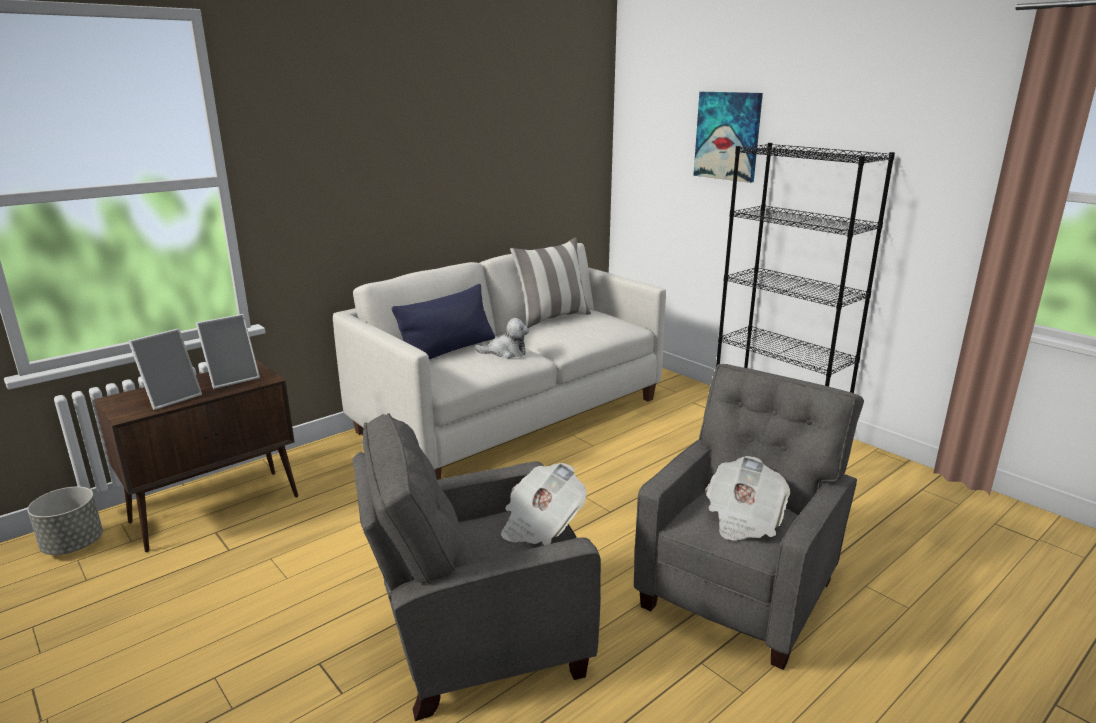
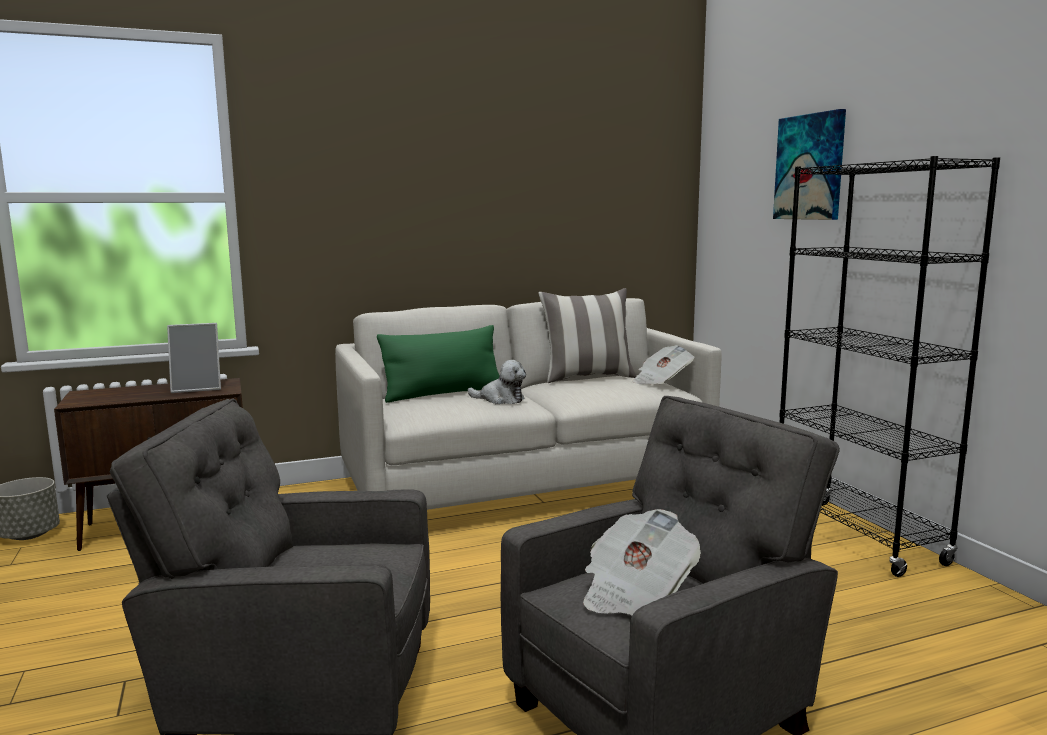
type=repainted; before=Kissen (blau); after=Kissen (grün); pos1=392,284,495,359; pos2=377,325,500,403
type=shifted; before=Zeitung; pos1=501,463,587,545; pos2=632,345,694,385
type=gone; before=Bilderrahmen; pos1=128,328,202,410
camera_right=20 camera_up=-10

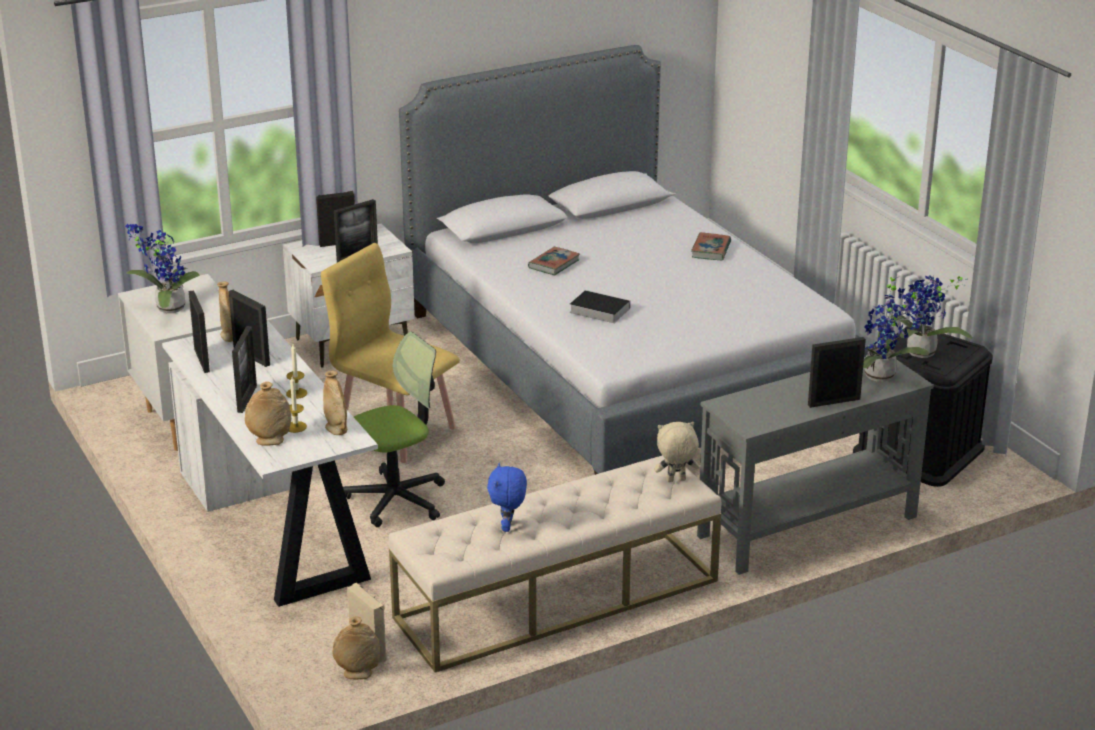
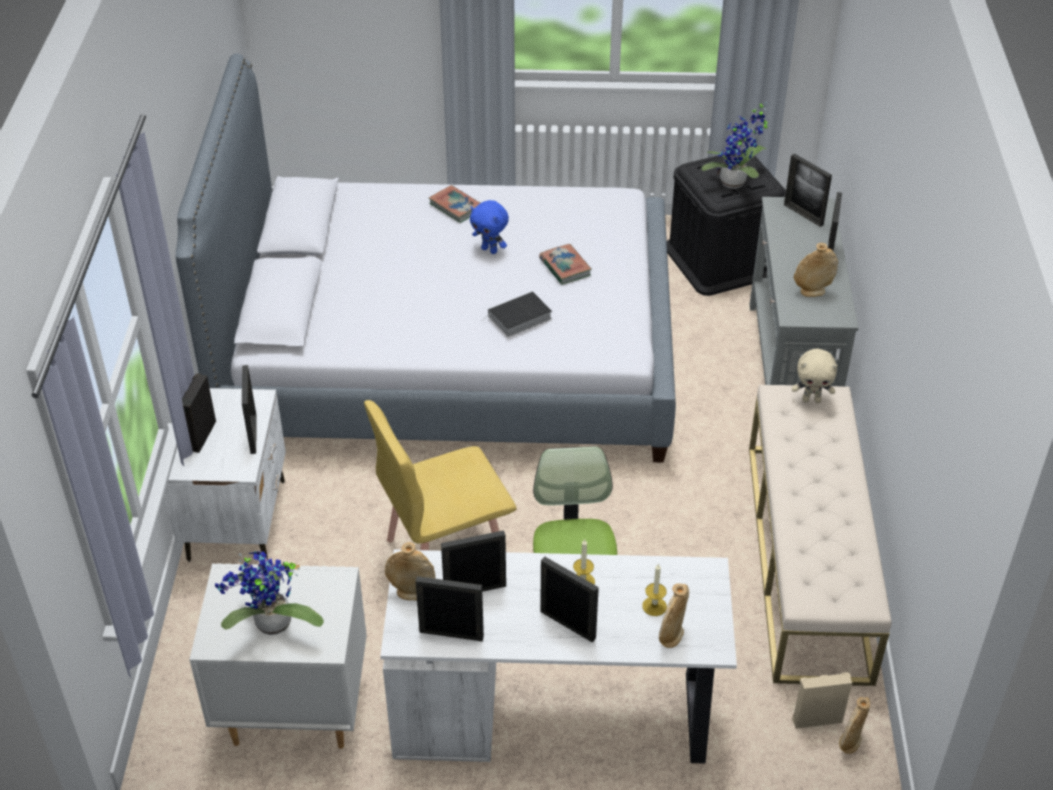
type=shifted; before=Plüschtier (blau); pos1=487,463,527,532; pos2=470,200,509,254
type=shifted; before=Buch; pos1=528,247,580,275; pos2=539,244,592,285
type=swapped; before=Topfpflanze; after=Bilderrahmen; pos1=863,274,929,382; pos2=784,153,832,227
type=rotated; before=Plüschtier (beige); pos1=654,422,699,482; pos2=792,349,838,403; turn=-105
type=shifted; before=Vase (beige); pos1=323,371,348,435; pos2=794,243,838,297
camera_right=-60 camera_up=15

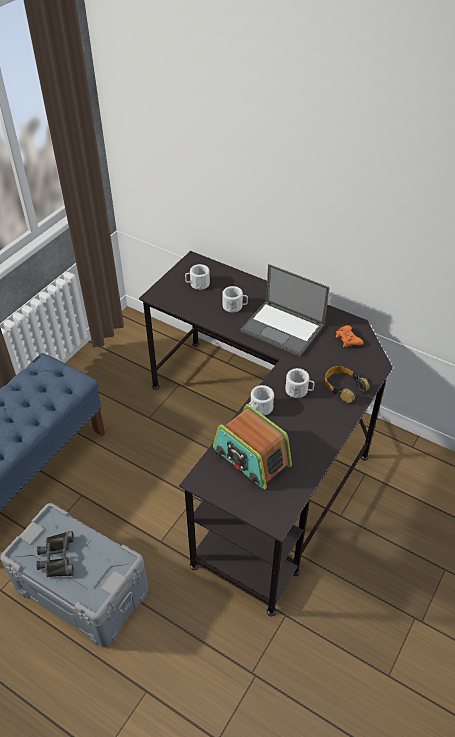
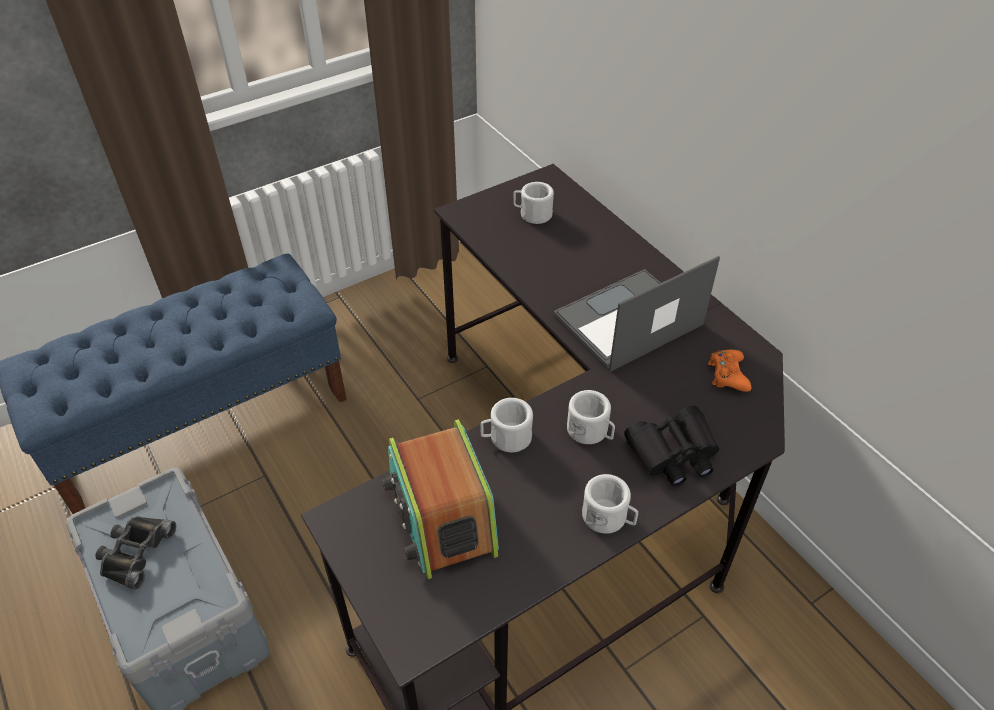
type=rotated; before=Laptop; pos1=240,264,330,357; pos2=553,256,720,372; turn=90
type=shifted; before=Henkelbecher (weiß); pos1=222,286,248,313; pos2=582,474,638,534
type=swapped; before=Kopfhörer; after=Fernglas (schwarz); pos1=325,366,369,403; pos2=624,406,719,486
camera_right=25 camera_up=0

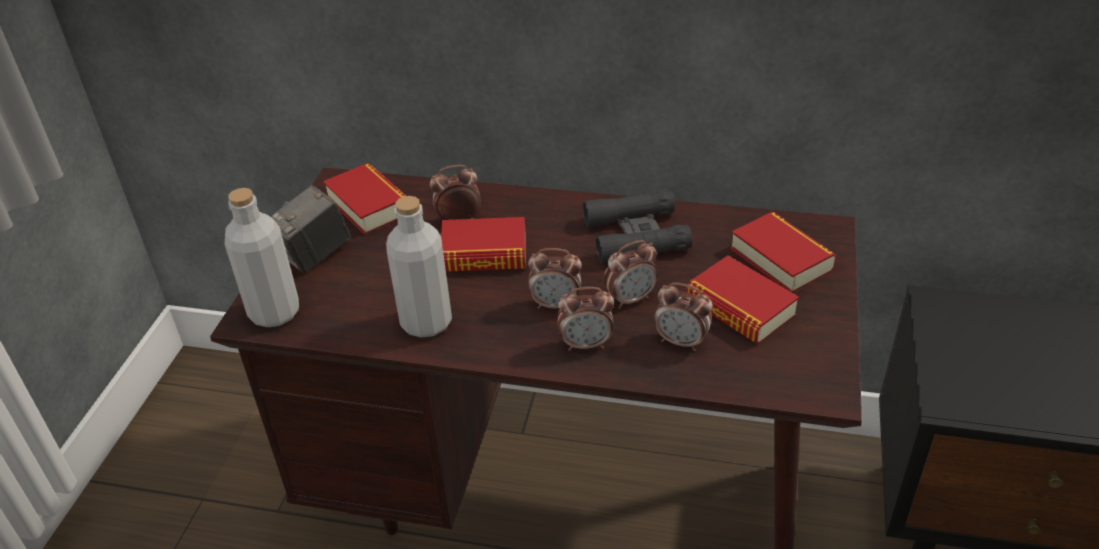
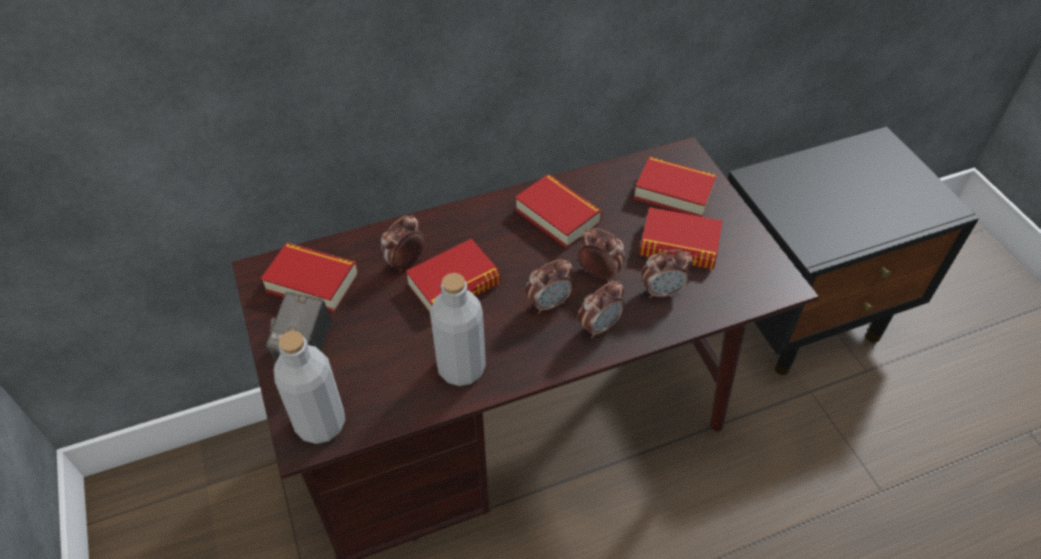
type=swapped; before=Fernglas (schwarz); after=Buch; pos1=583,190,692,264; pos2=515,175,602,248
type=rotated; before=Wecker; pos1=604,240,658,309; pos2=578,228,625,282; turn=-90
camera_right=-35 camera_up=10

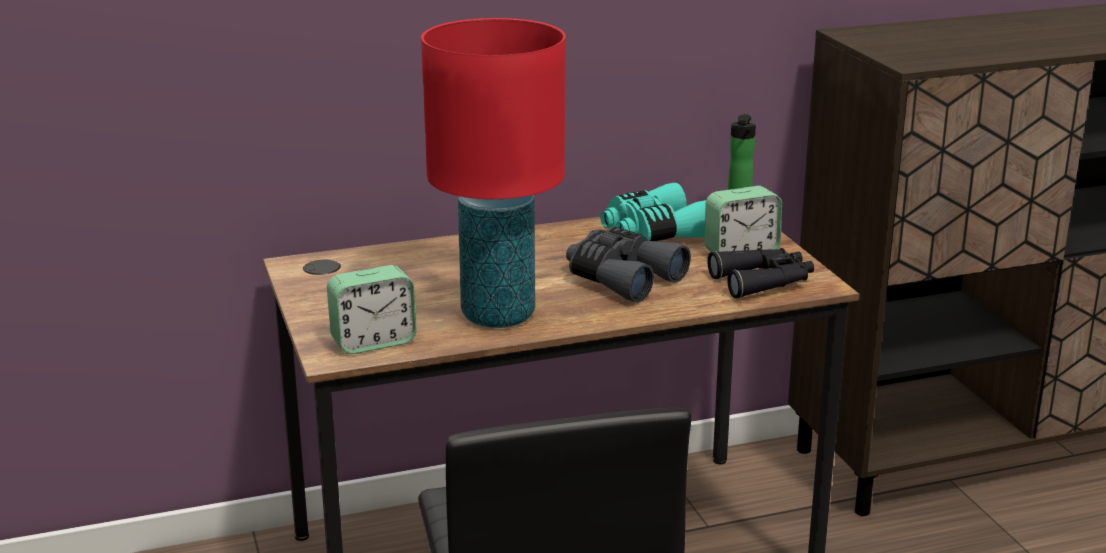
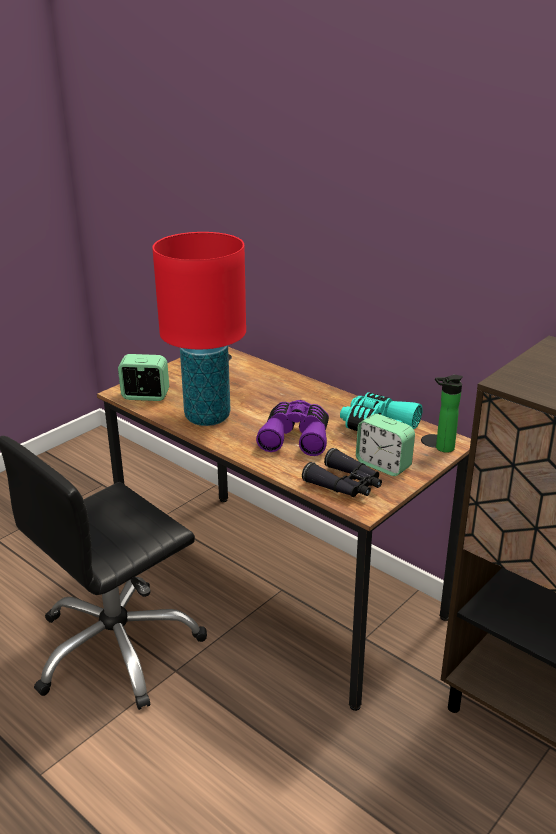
type=rotated; before=Wecker; pos1=327,265,417,354; pos2=118,354,169,401; turn=150
type=repainted; before=Fernglas (grau); after=Fernglas (lila); pos1=566,226,691,303; pos2=256,400,329,456
camera_right=60 camera_up=5

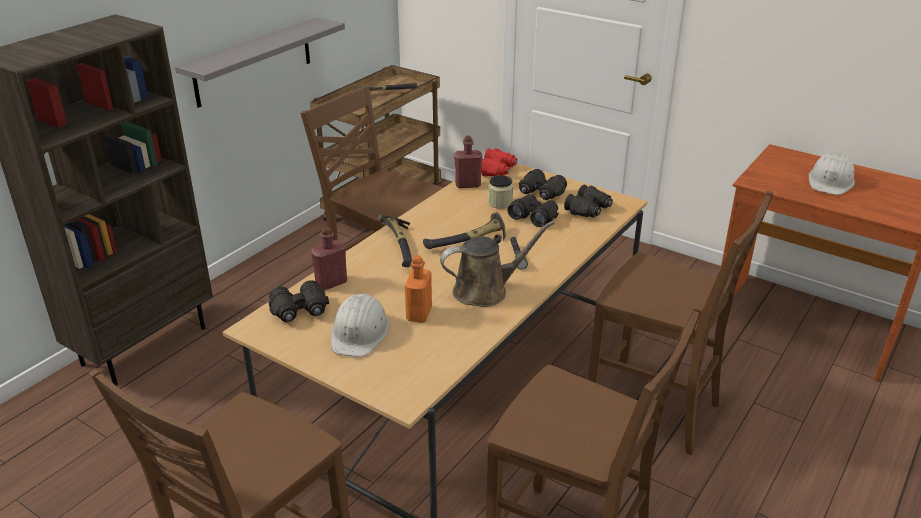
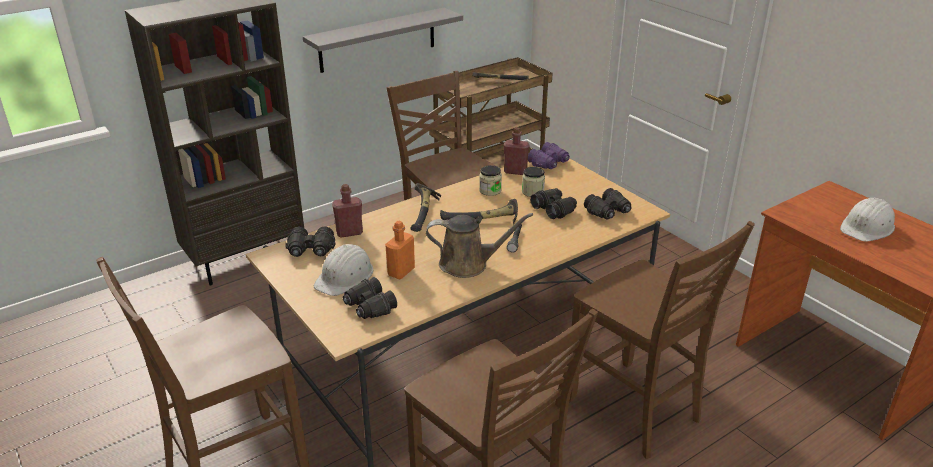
type=shifted; before=Fernglas (schwarz); pos1=519,169,567,200; pos2=342,277,397,319
type=new; after=Vorratsglas; pos2=479,165,502,196
type=repainted; before=Fernglas (rot); after=Fernglas (lila); pos1=481,148,517,177; pos2=528,142,570,169
camera_right=20 camera_up=0

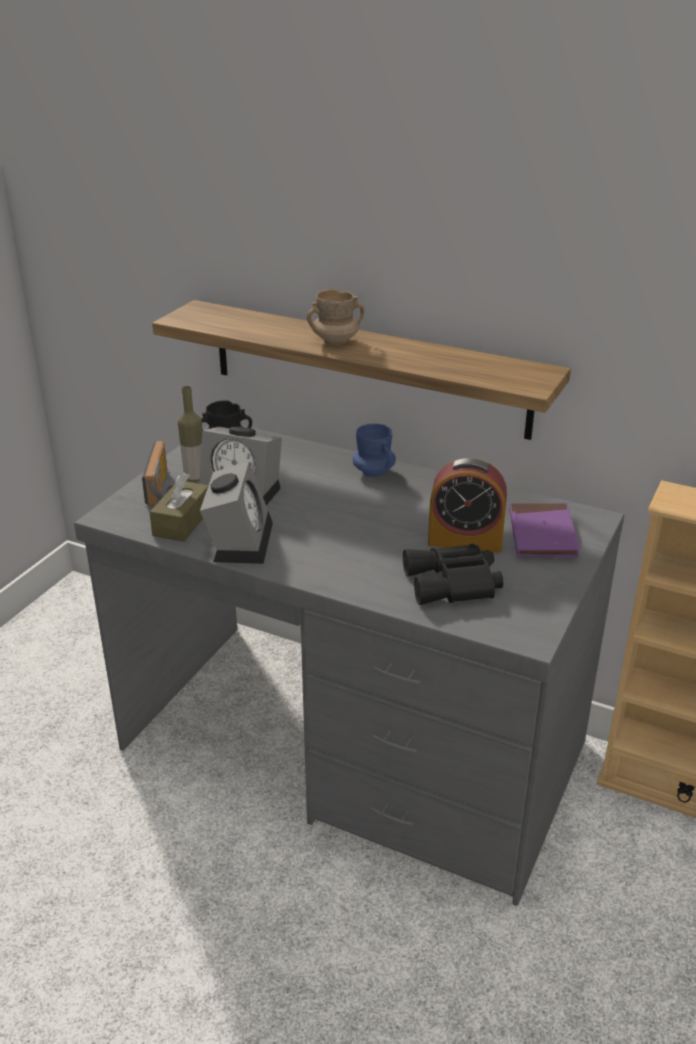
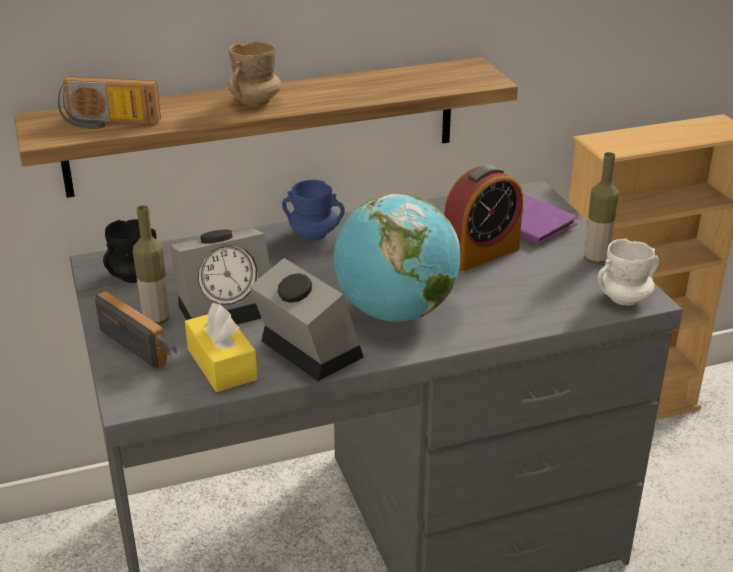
type=new; after=Radio; pos2=58,76,161,129
type=repainted; before=Taschentuchbox (braun); after=Taschentuchbox (gelb); pos1=149,472,209,542; pos2=185,303,258,392
type=new; after=Globus; pos2=334,194,460,322
type=new; after=Flasche; pos2=584,152,619,264
type=new; after=Henkelbecher (weiß); pos2=597,238,659,306
type=gone; before=Fernglas (schwarz); pos1=403,544,503,605
camera_right=-45 camera_up=0

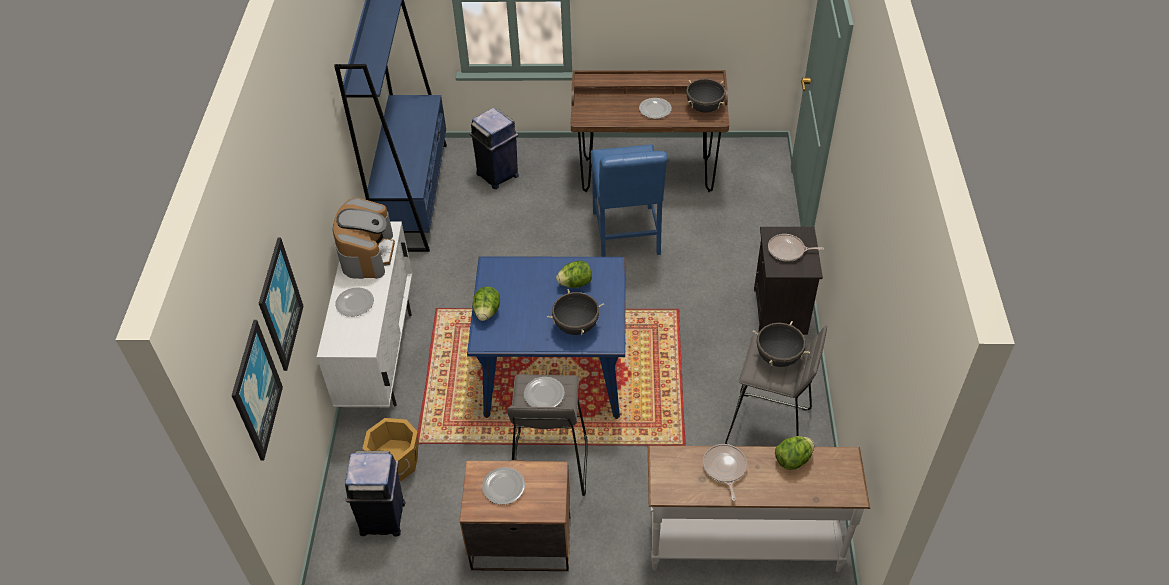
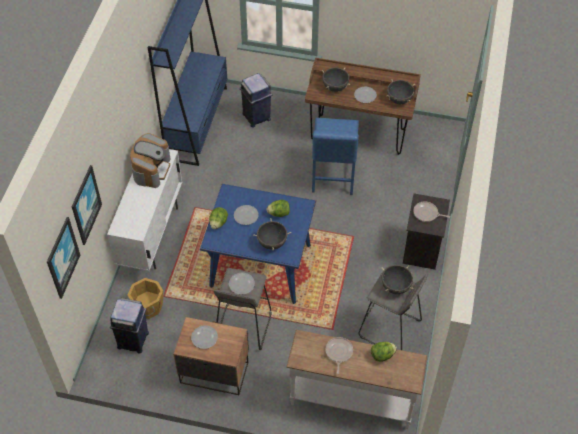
type=shifted; before=Teller; pos1=335,287,374,317; pos2=234,205,259,225
type=new; after=Kochtopf (schwarz); pos2=322,68,350,92
camera_right=10 camera_up=5

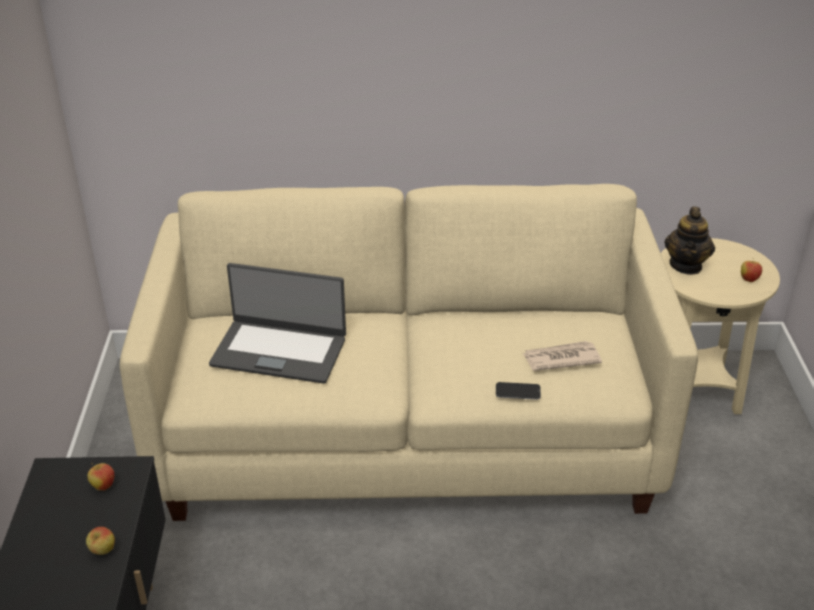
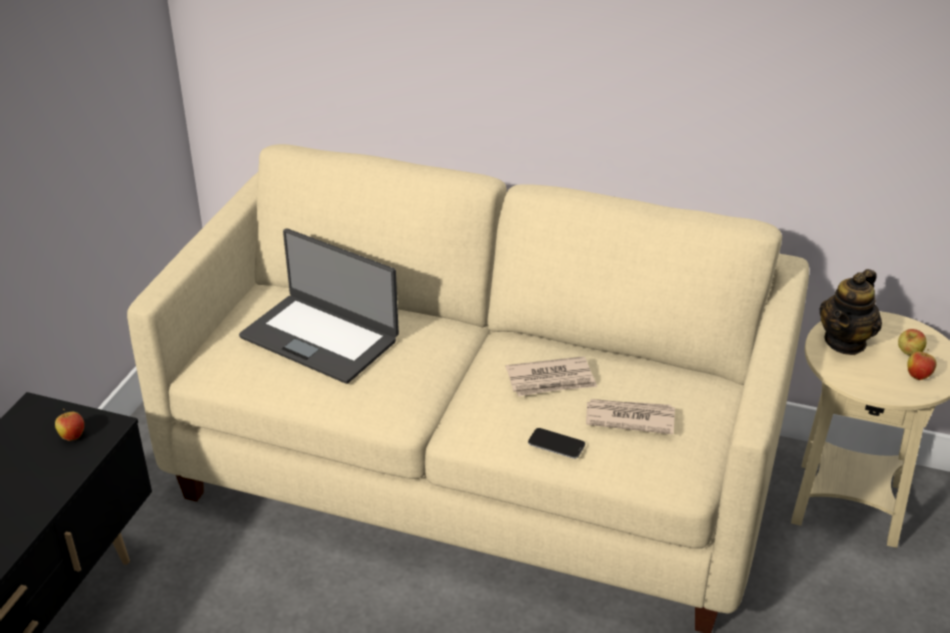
type=new; after=Zeitung; pos2=506,356,597,396
type=shifted; before=Apfel; pos1=86,527,115,555; pos2=898,329,926,356
camera_right=20 camera_up=0

